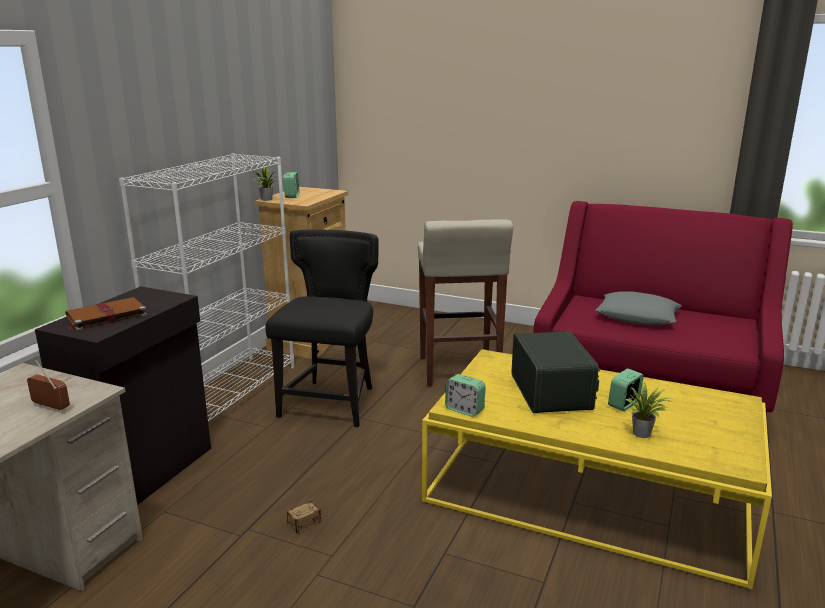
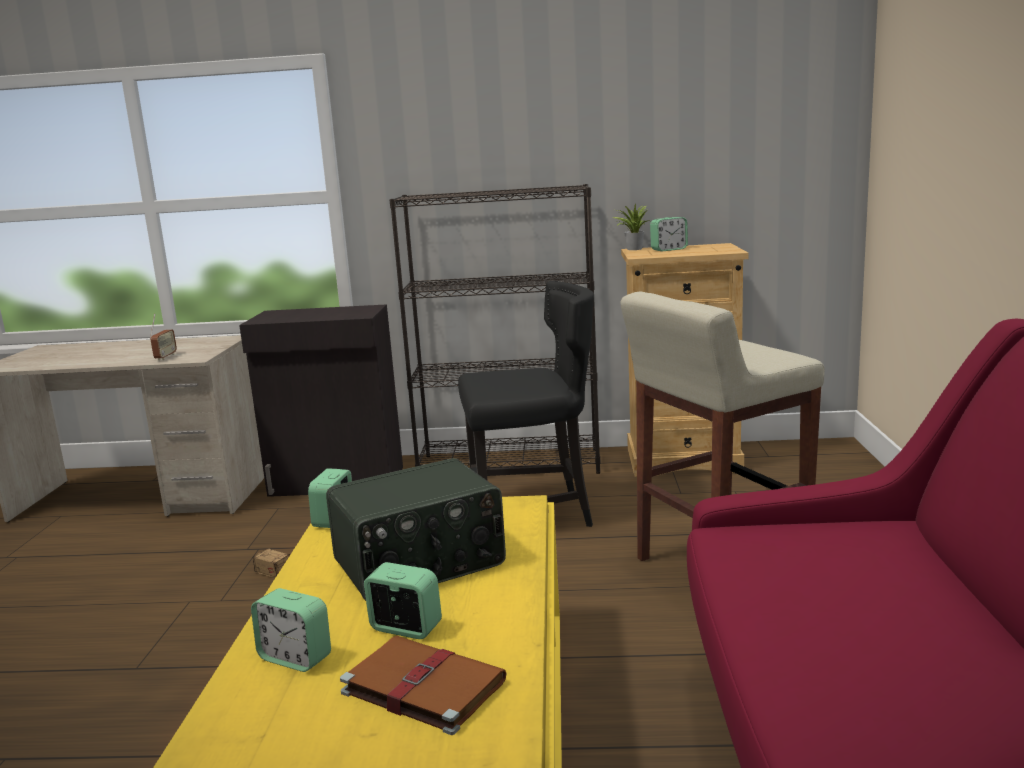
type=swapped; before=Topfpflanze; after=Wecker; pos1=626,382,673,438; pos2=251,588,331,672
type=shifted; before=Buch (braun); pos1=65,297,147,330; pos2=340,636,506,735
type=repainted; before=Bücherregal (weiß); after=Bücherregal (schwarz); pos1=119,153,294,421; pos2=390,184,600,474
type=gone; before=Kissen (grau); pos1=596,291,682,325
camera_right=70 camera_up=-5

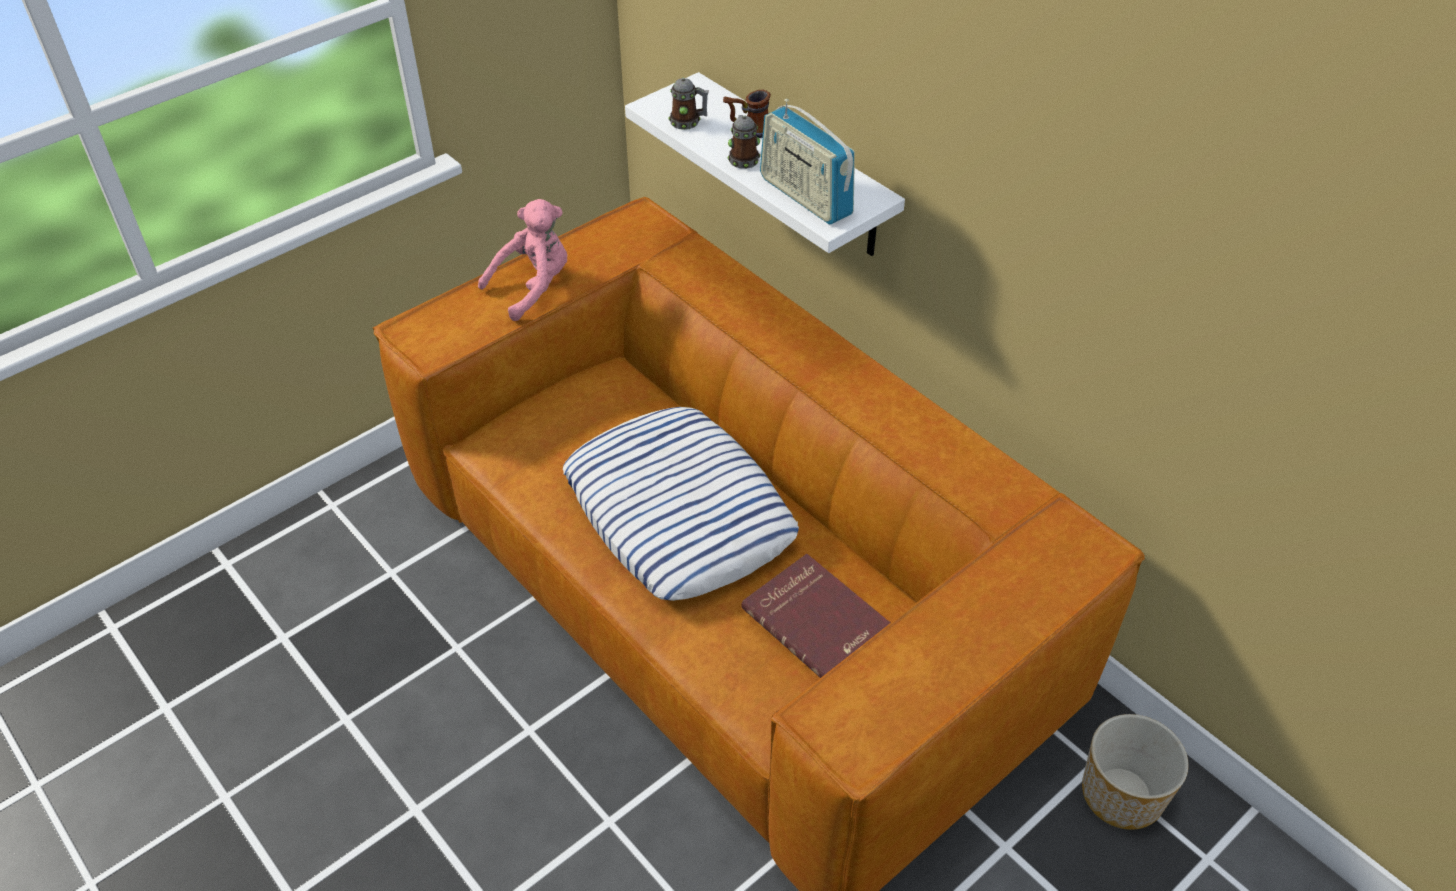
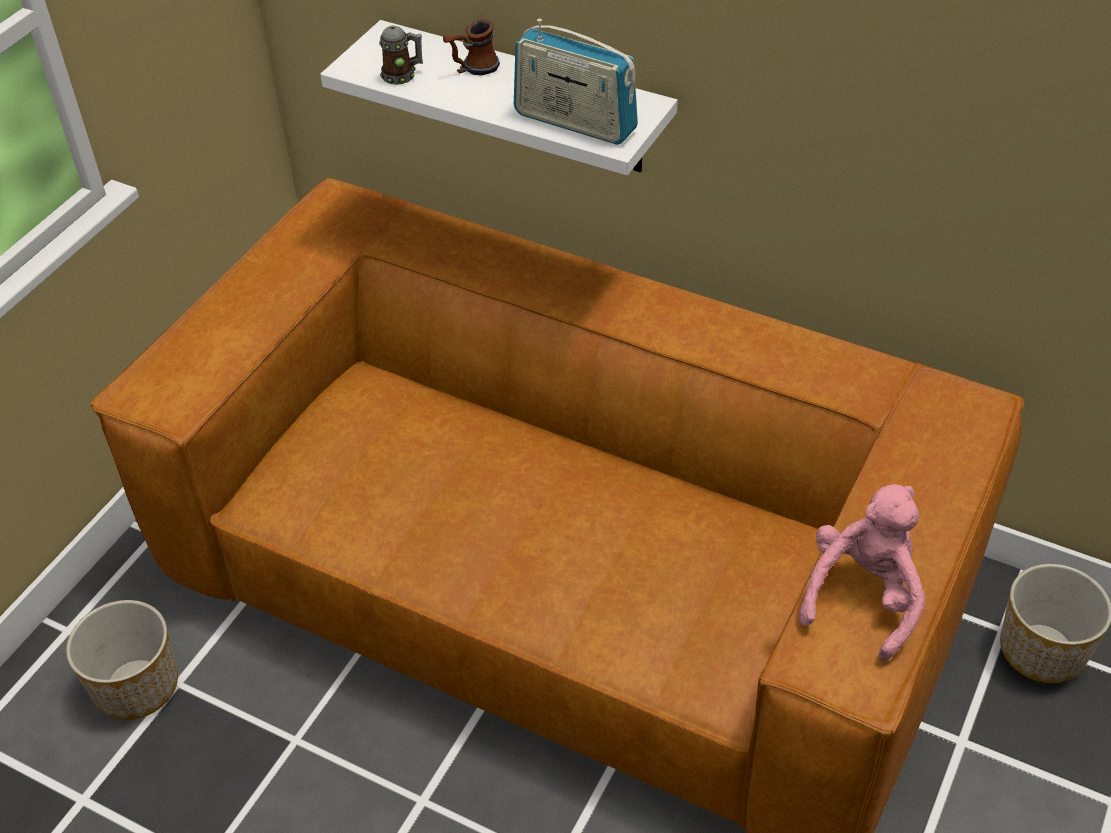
type=new; after=Pflanzkübel; pos2=66,600,178,720
type=shifted; before=Plüschtier (rosa); pos1=478,199,567,321; pos2=798,484,925,661
type=gone; before=Kissen; pos1=563,407,799,601
type=gone; before=Henkelbecher; pos1=728,115,760,169
type=gone; before=Buch (rot); pos1=741,554,890,678
camera_right=-20 camera_up=0

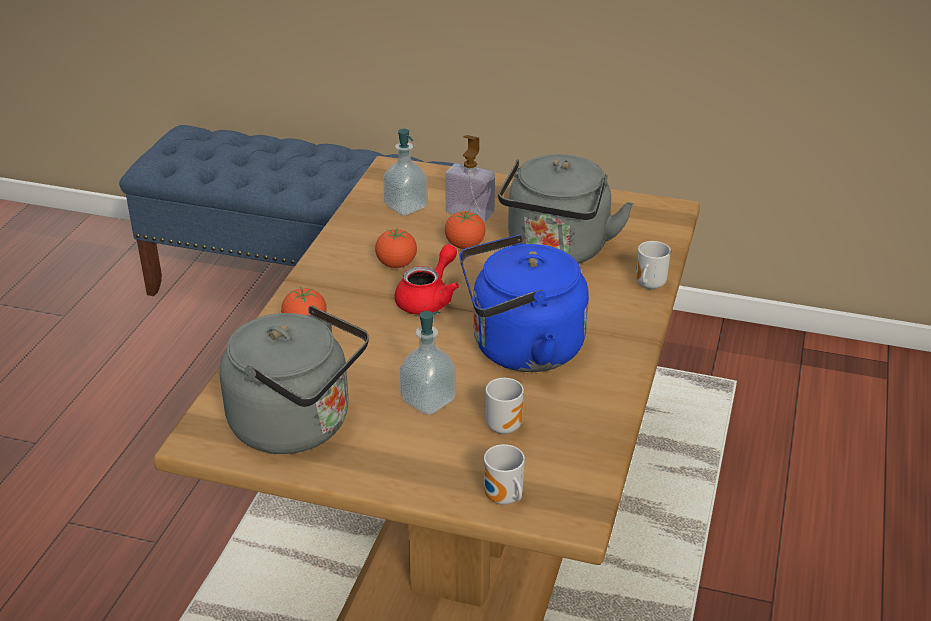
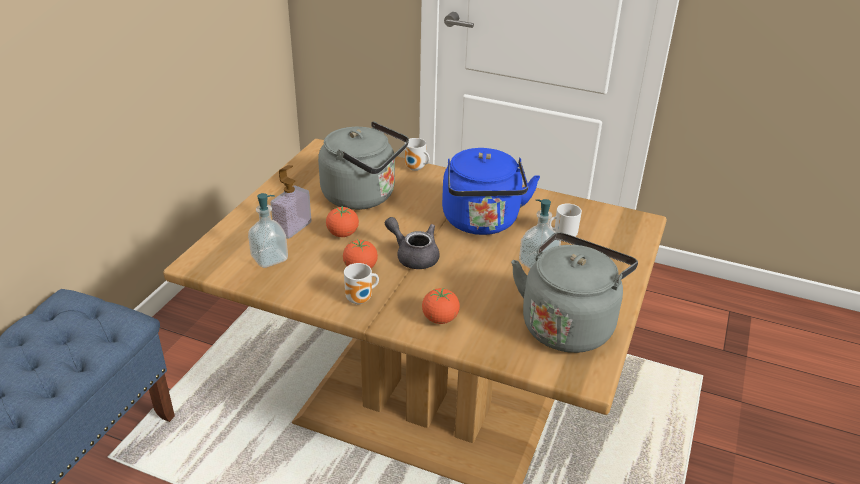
type=shifted; before=Henkelbecher; pos1=484,444,525,505; pos2=344,263,379,304
type=repainted; before=Teekanne (rot); after=Teekanne (grau); pos1=395,244,459,314; pos2=384,217,440,269
camera_right=-85 camera_up=0

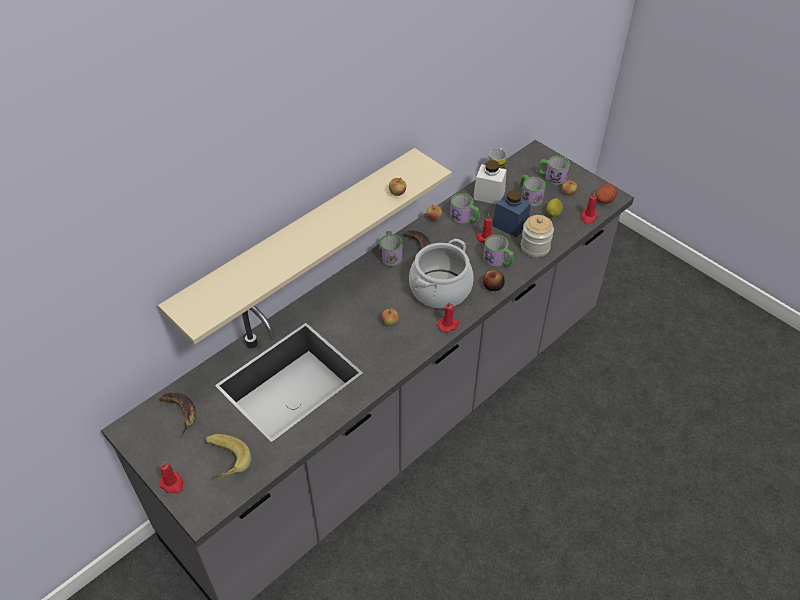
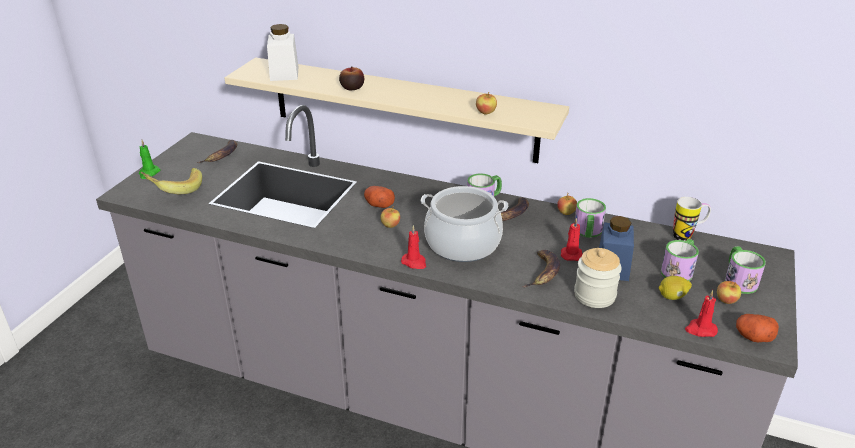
type=repainted; before=Kerze (rot); after=Kerze (grün); pos1=159,461,183,494; pos2=139,140,161,179
type=shifted; before=Vorratsglas (weiß); pos1=473,160,507,204; pos2=267,24,298,81
type=shifted; before=Apfel; pos1=483,270,505,291; pos2=339,67,364,90
type=new; after=Kartoffel; pos2=364,186,395,208
type=swapped; before=Henkelbecher; after=Banane; pos1=483,235,514,267; pos2=522,250,560,288
camera_right=65 camera_up=-15

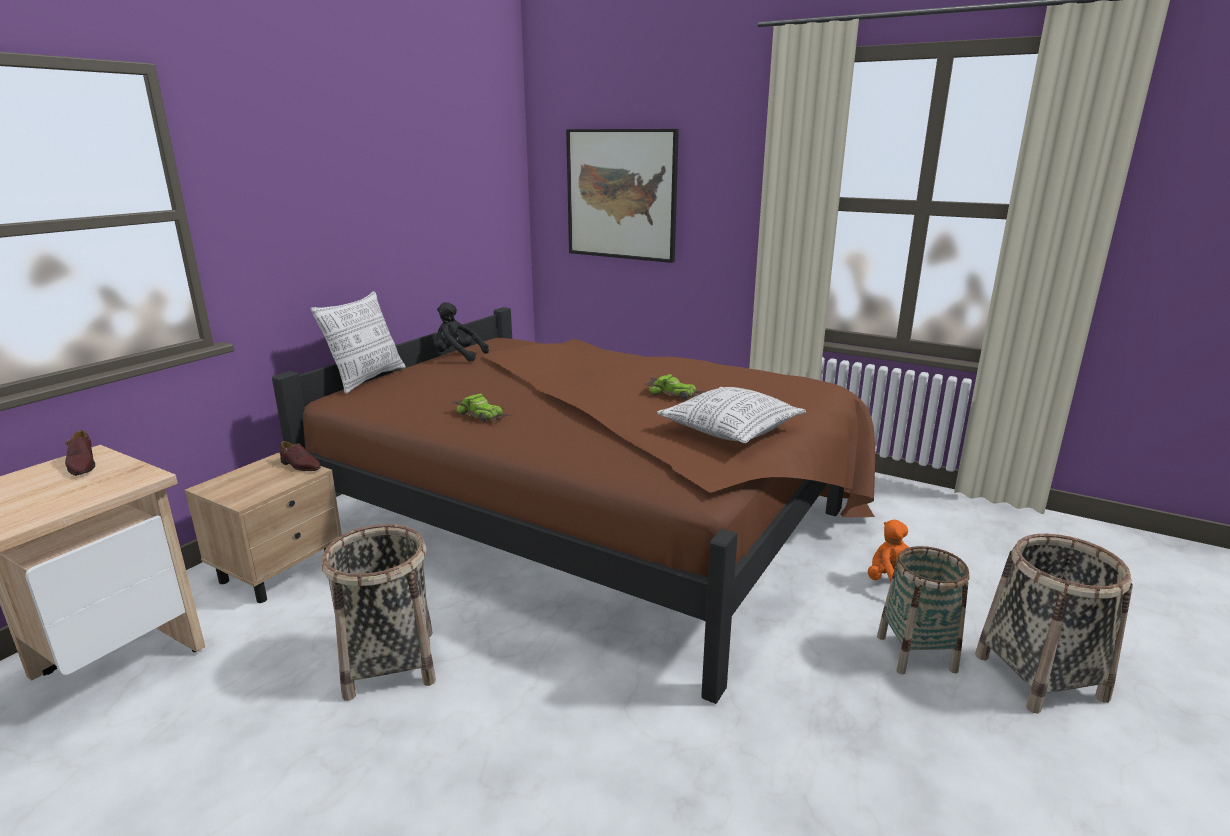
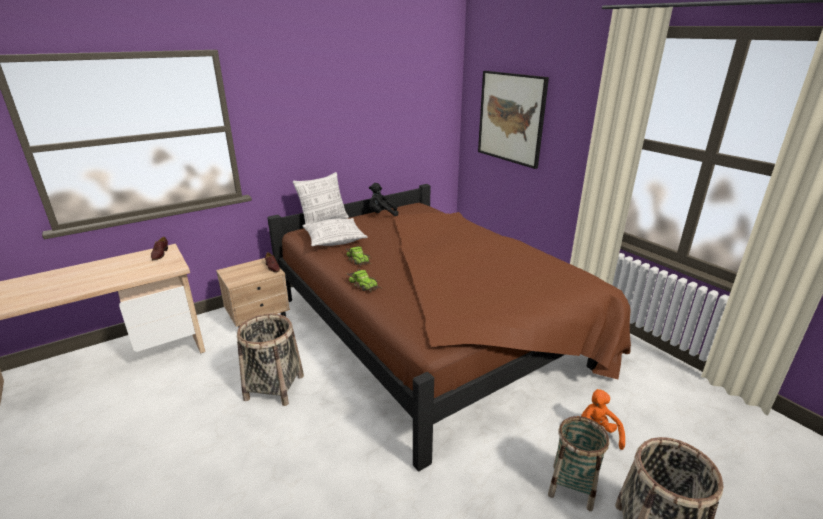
type=shifted; before=Kissen; pos1=657,387,806,443; pos2=302,218,368,246
type=shifted; before=Spielzeugauto; pos1=644,374,705,400; pos2=347,269,381,293
type=rotated; before=Plüschtier (schwarz); pos1=435,302,489,361; pos2=369,183,398,216; turn=-45
camera_right=25 camera_up=5

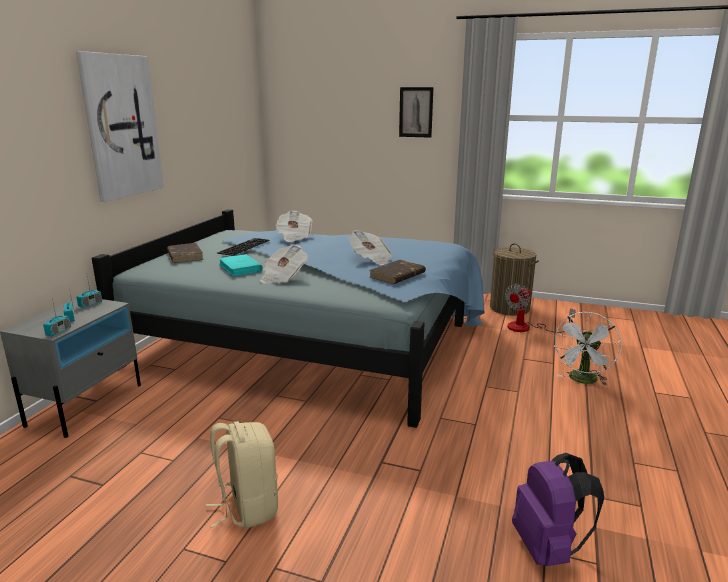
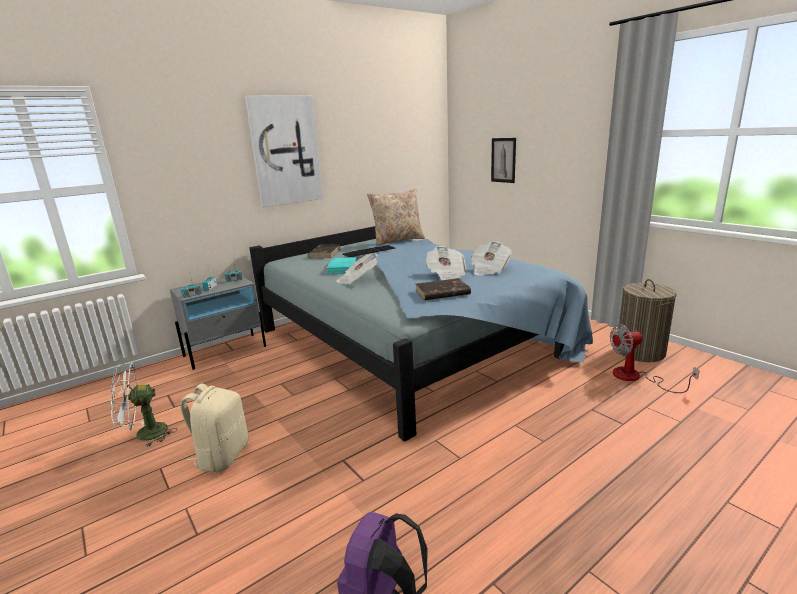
type=shifted; before=Ventilator (weiß); pos1=553,312,621,385; pos2=110,363,177,447
type=new; after=Kissen (beige); pos2=367,189,425,246
type=shifted; before=Zeitung; pos1=275,211,313,242; pos2=471,241,512,275
type=shifted; before=Bild; pos1=399,87,433,138; pos2=491,138,516,183
camera_right=35 camera_up=0

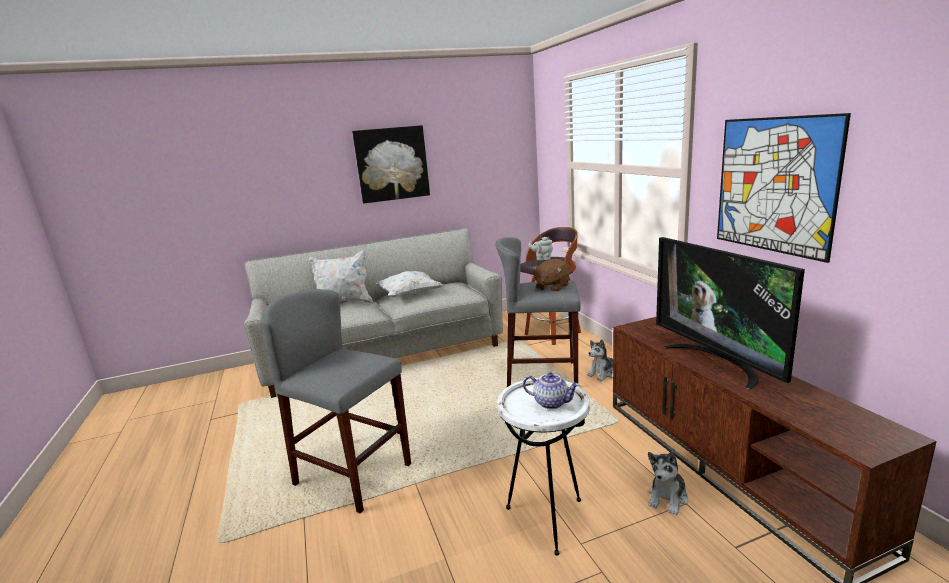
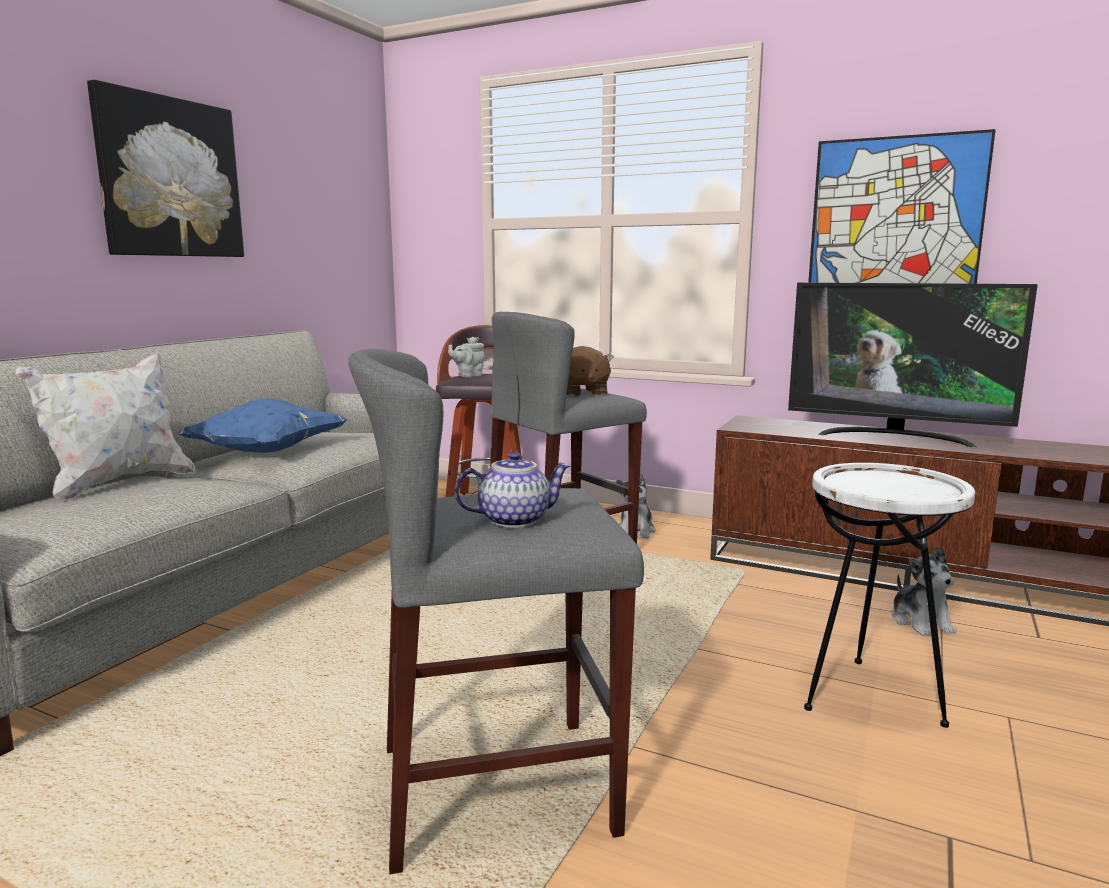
type=repainted; before=Kissen (weiß); after=Kissen (blau); pos1=375,271,443,297; pos2=177,398,348,453
type=shifted; before=Teekanne; pos1=523,372,580,409; pos2=455,451,571,528
camera_right=-45 camera_up=-5

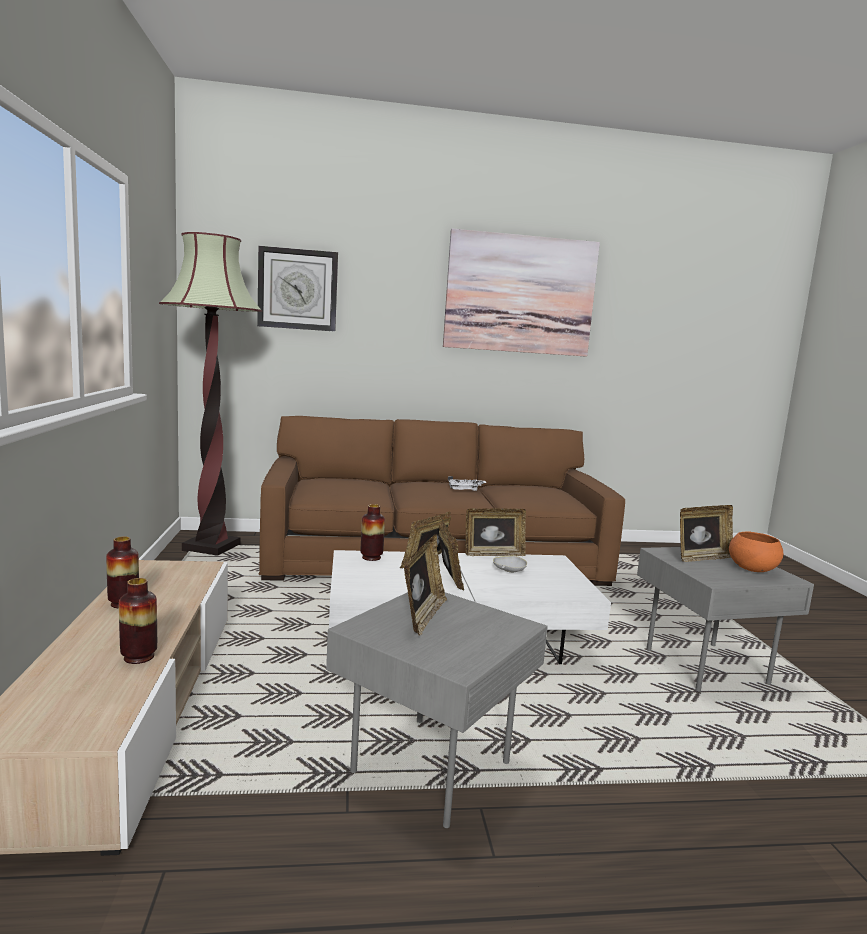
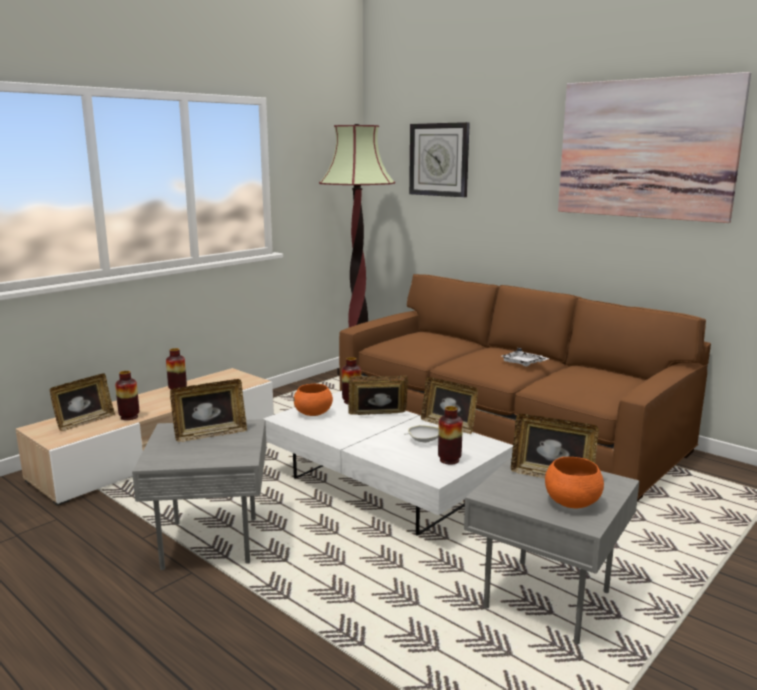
type=shifted; before=Bilderrahmen; pos1=439,520,464,590; pos2=50,373,115,431
type=new; after=Schüssel (orange); pos2=294,384,333,416
type=new; after=Vase; pos2=438,406,463,465
camera_right=50 camera_up=5

